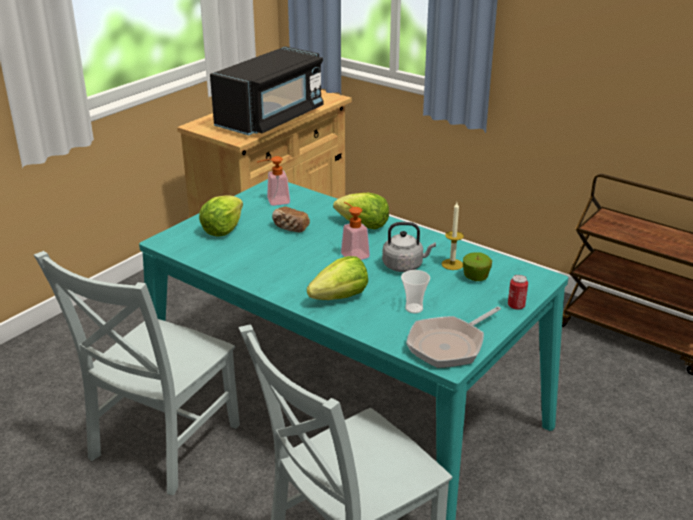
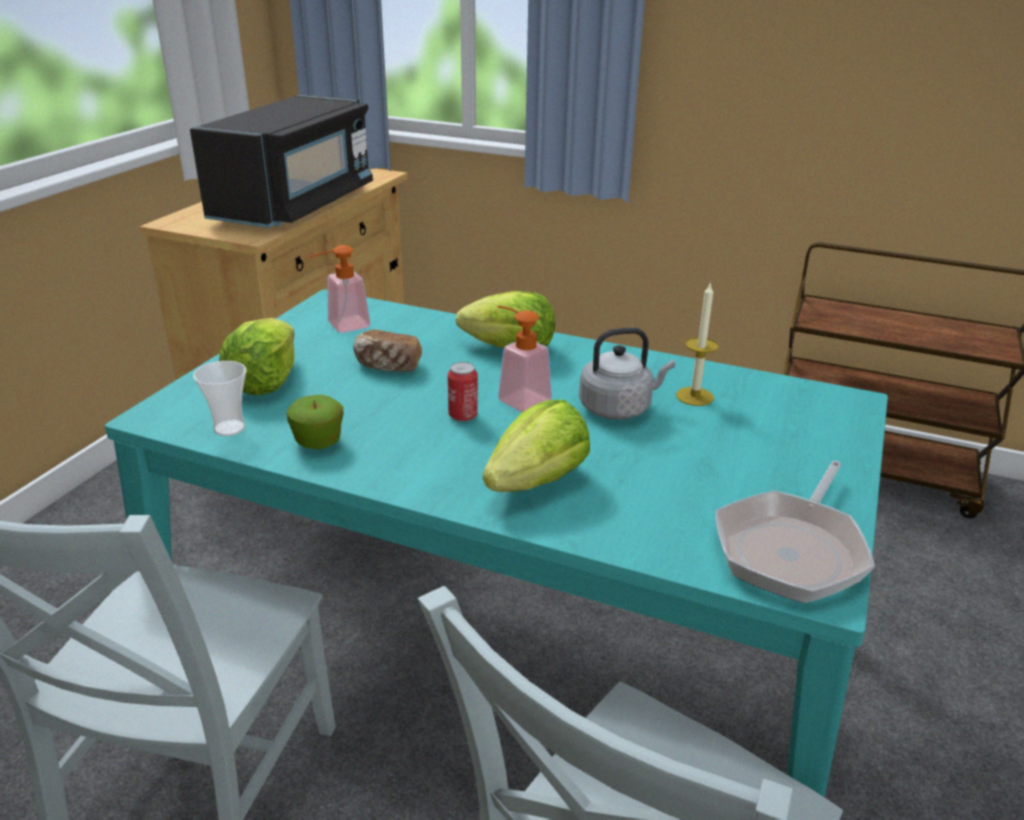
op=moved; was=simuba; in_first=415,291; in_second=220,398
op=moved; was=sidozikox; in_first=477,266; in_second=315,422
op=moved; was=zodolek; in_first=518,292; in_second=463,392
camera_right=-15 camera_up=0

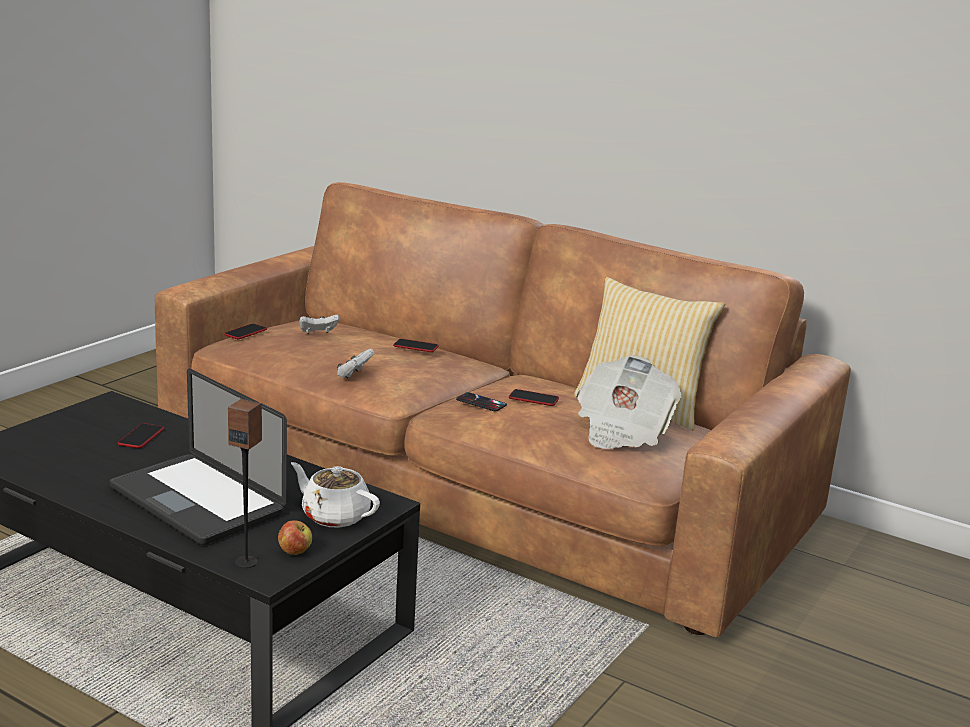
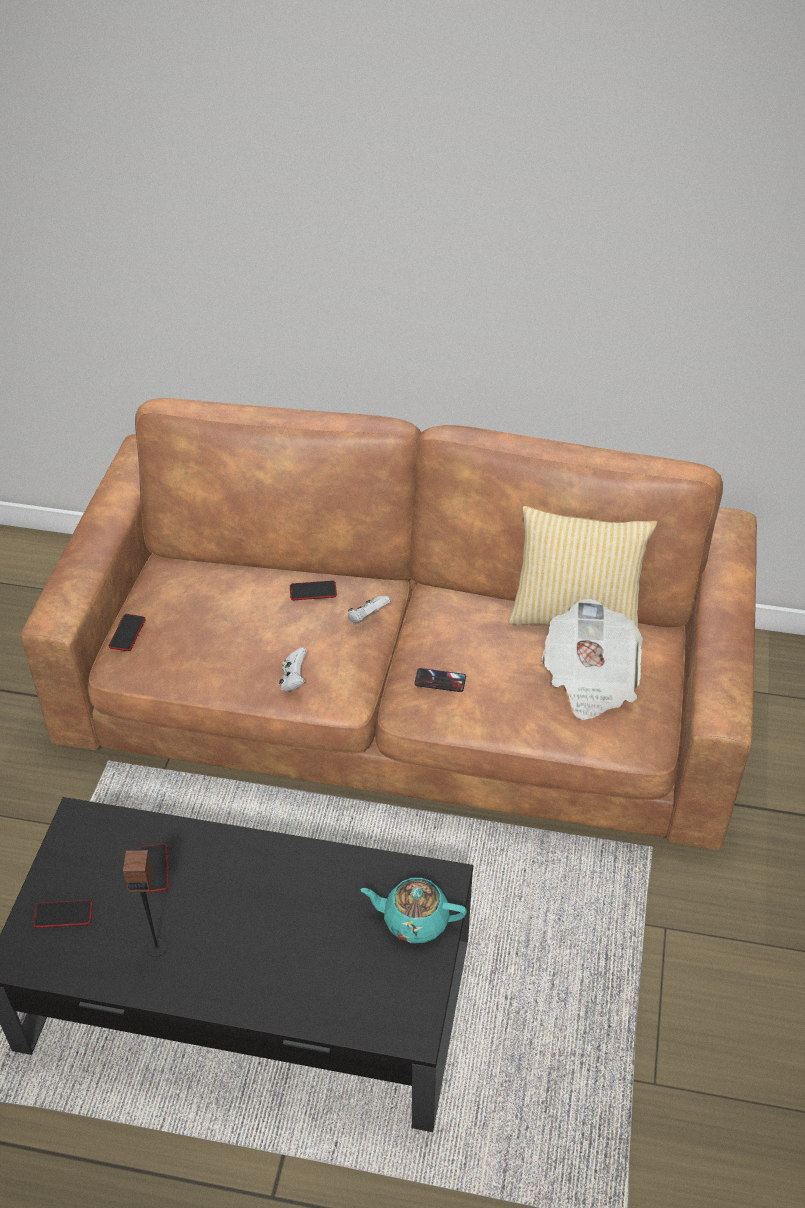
op=moved; was=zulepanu; in_first=534,397; in_second=63,914
op=moved; was=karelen; in_first=245,483; in_second=145,904
op=moved; was=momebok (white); in_first=319,324; in_second=369,609
op=recoloured; was=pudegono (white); now=pudegono (turquoise); in_first=335,495; in_second=413,910
op=removed; was=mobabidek; in_first=198,457
op=removed; was=sidozikox; in_first=295,537
camera_right=-20 camera_up=25

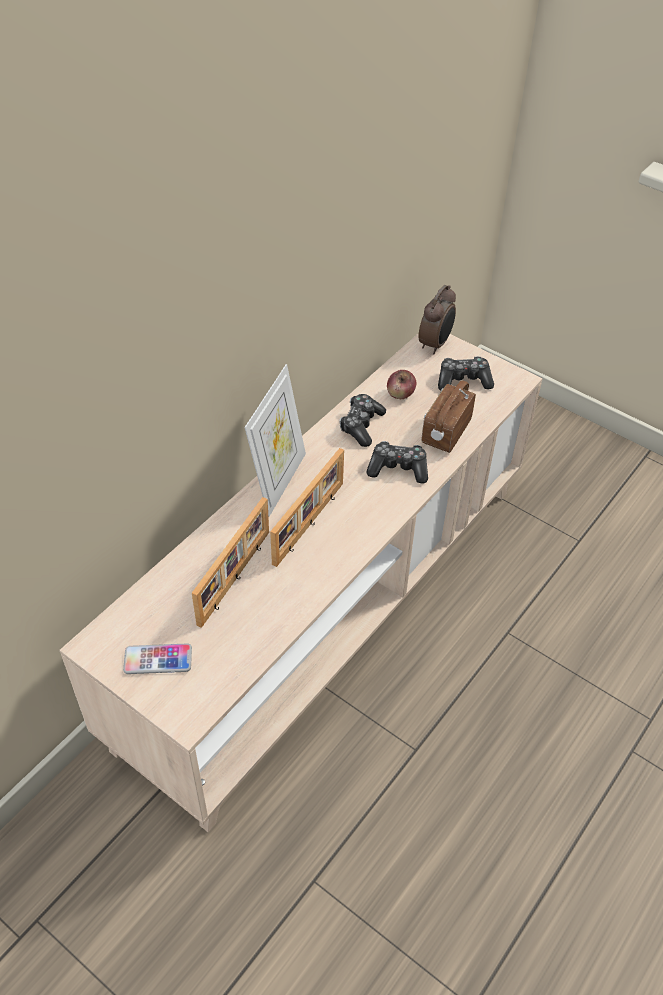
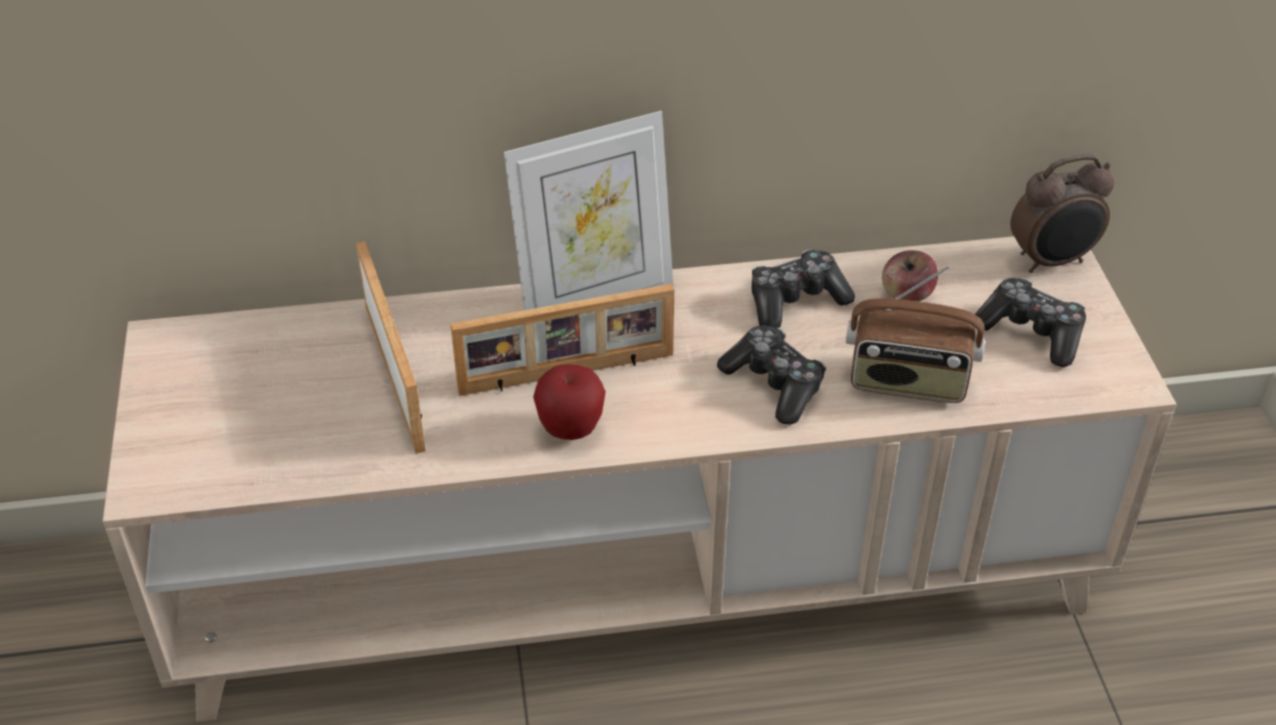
op=turned; was=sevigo; in_first=230,562; in_second=391,347; clockwise=-90
op=added; now=sidozikox; in_second=569,402
op=turned; was=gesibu; in_first=448,417; in_second=915,334; clockwise=-150
op=removed; was=zulepanu; in_first=157,659
camera_right=45 camera_up=-5

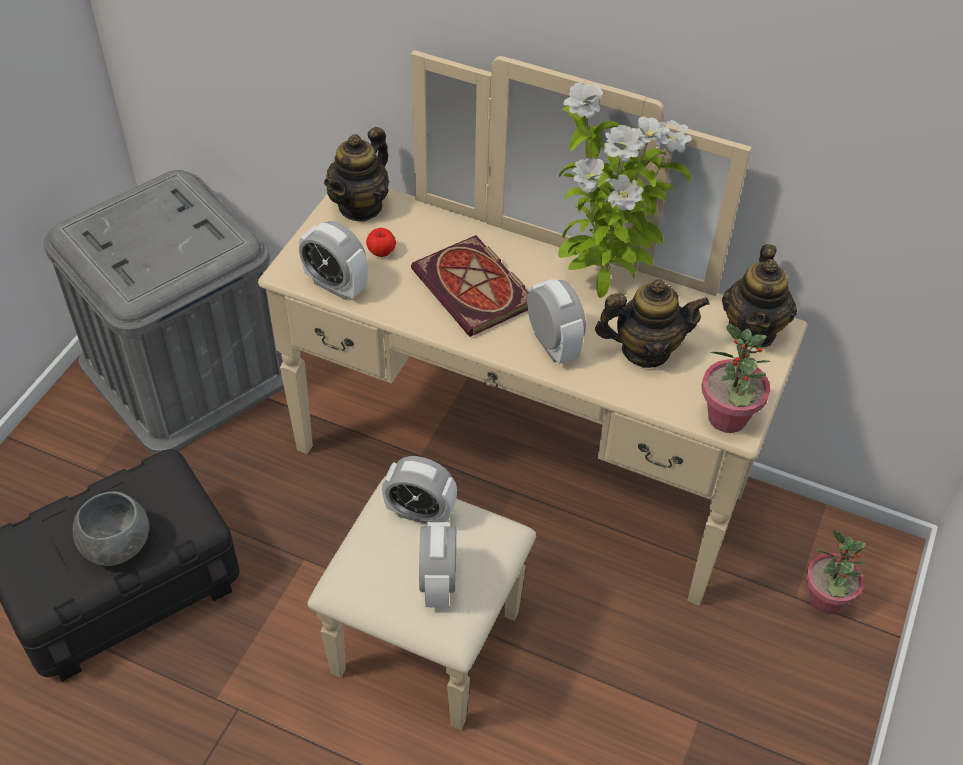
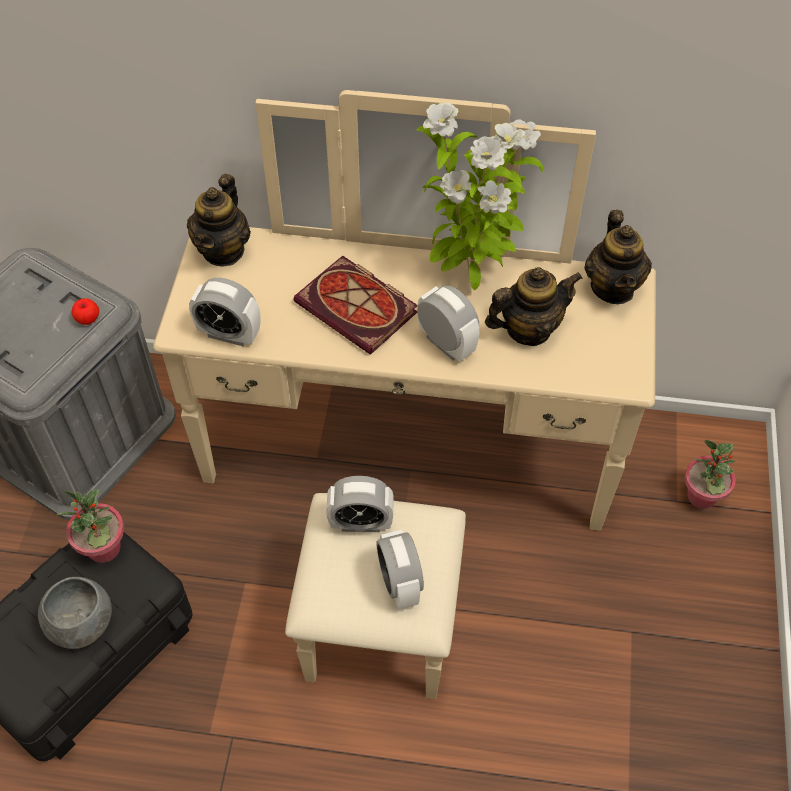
op=moved; was=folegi; in_first=736,378; in_second=90,526
op=moved; was=sidozikox; in_first=381,242; in_second=85,311
camera_right=-15 camera_up=5

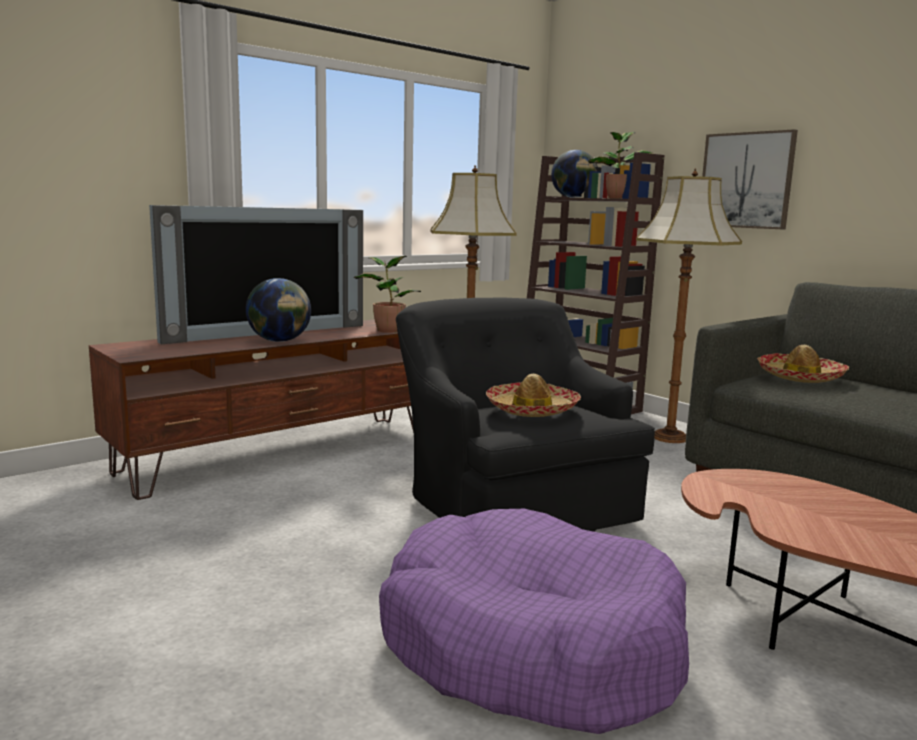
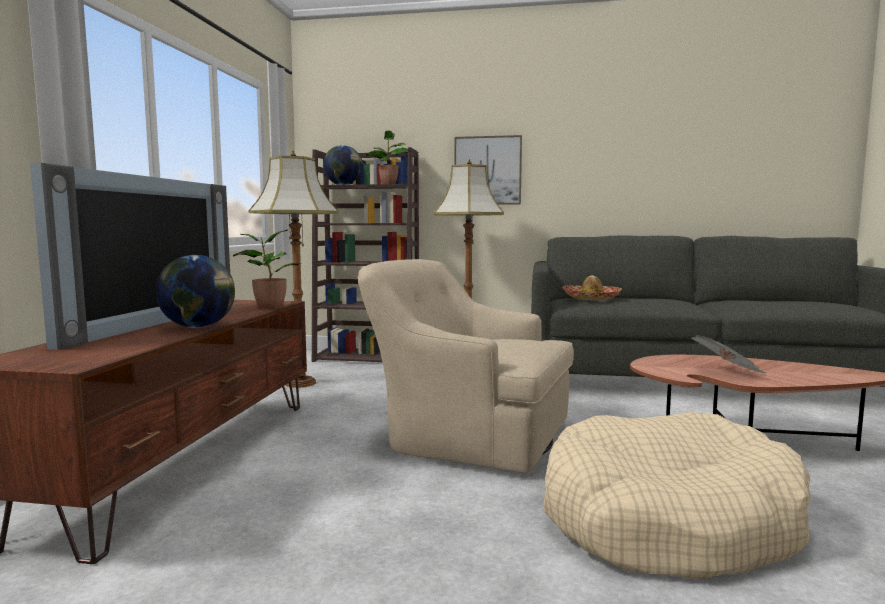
op=recoloured; was=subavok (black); now=subavok (beige); in_first=525,414; in_second=466,366
op=recoloured; was=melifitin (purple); now=melifitin (beige); in_first=534,621; in_second=676,496
op=added; now=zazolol; in_second=728,354
op=removed; was=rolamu; in_first=533,395
camera_right=-40 camera_up=-5

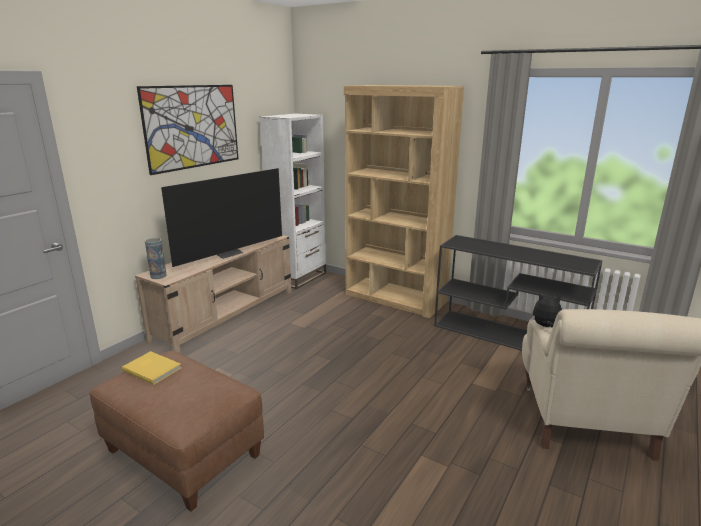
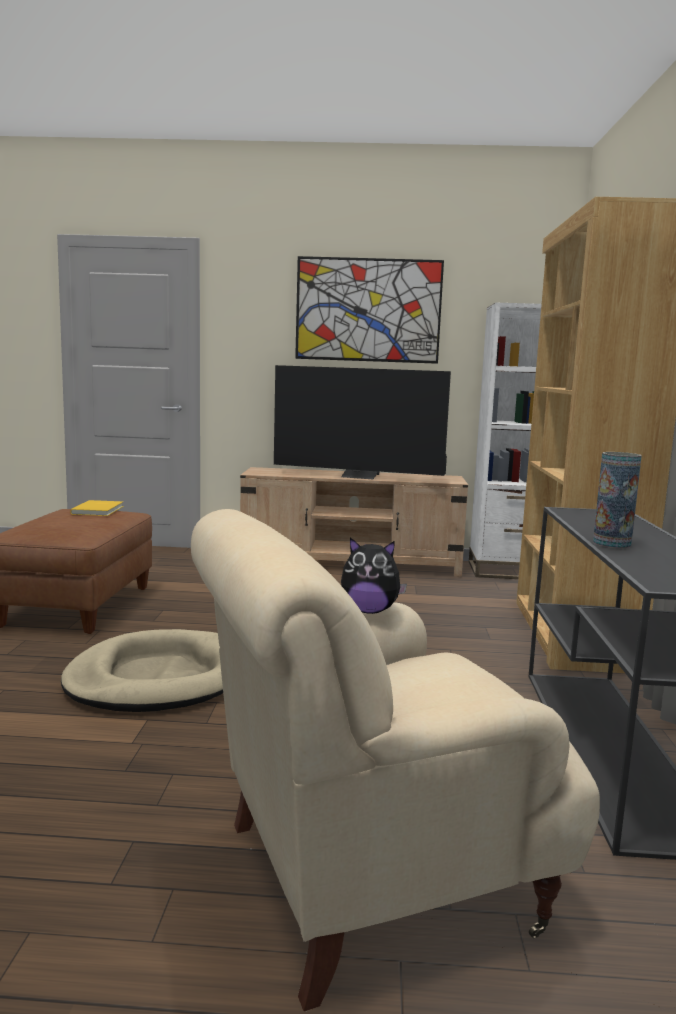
op=added; now=melifitin (beige); in_second=142,670
op=turned; was=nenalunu; in_first=547,310; in_second=374,576; clockwise=120
op=moved; was=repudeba; in_first=155,258; in_second=617,500
camera_right=60 camera_up=-10

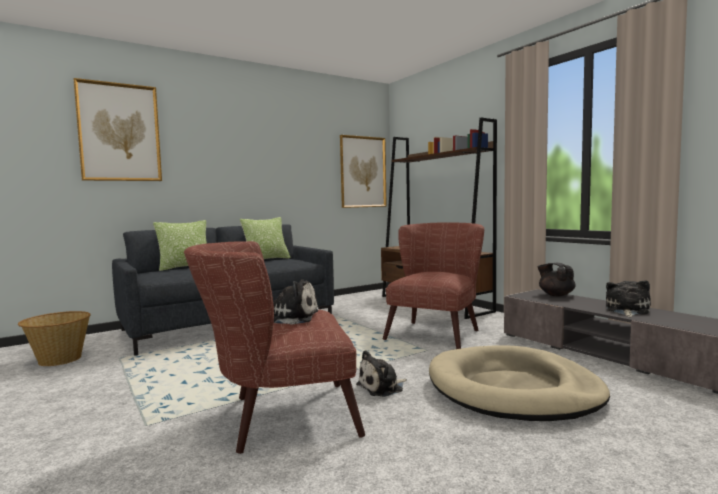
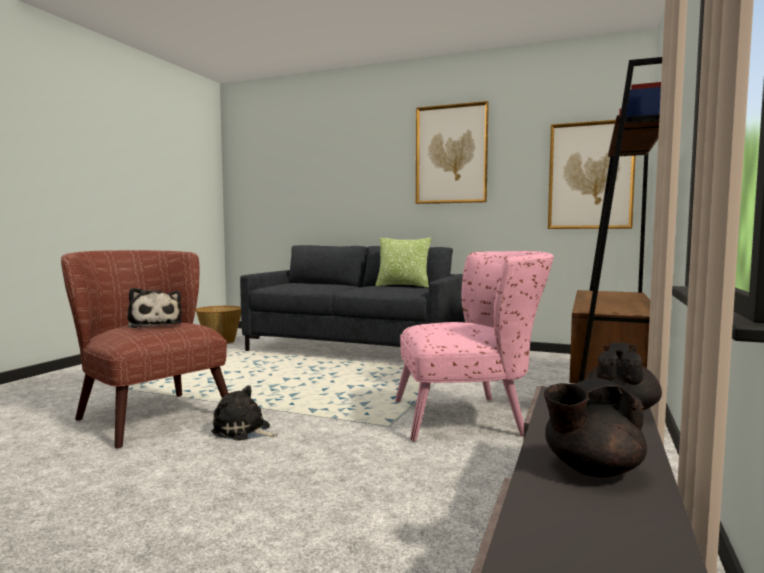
op=recoloured; was=subavok (brown); now=subavok (pink); in_first=433,286; in_second=474,346
op=moved; was=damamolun; in_first=118,129; in_second=452,152
op=replaced; was=nenalunu; now=pudegono (black); in_first=628,298; in_second=595,427
op=removed; was=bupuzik; in_first=180,245
op=removed; was=melifitin (beige); in_first=519,383
camera_right=55 camera_up=0

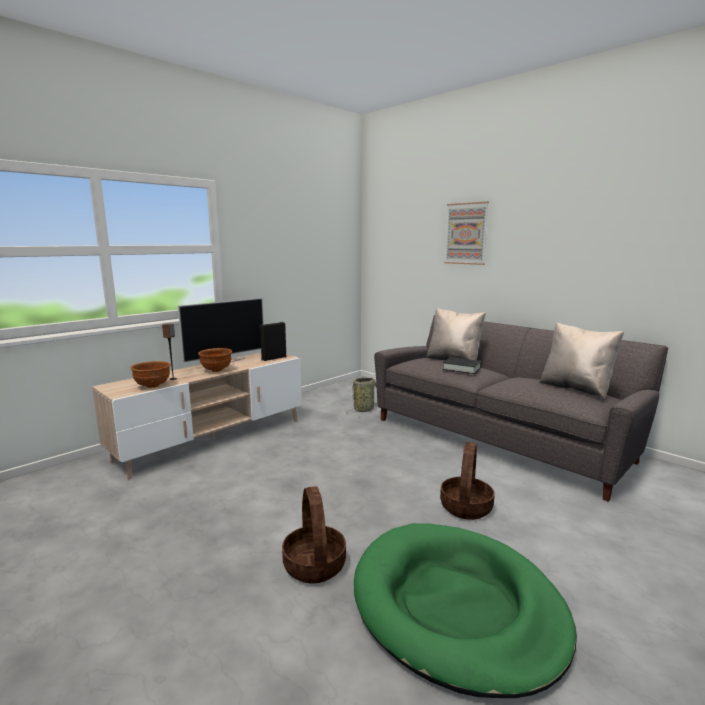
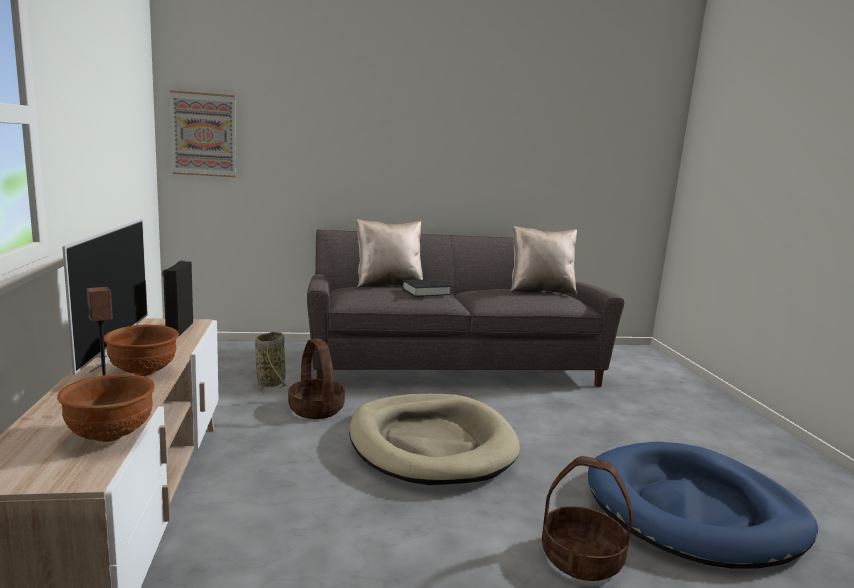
op=moved; was=damamolun; in_first=466,233; in_second=203,133
op=moved; was=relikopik; in_first=467,481; in_second=316,379
op=added; now=melifitin (beige); in_second=434,439
op=recoloured; was=melifitin (green); now=melifitin (blue); in_first=465,610; in_second=703,505
camera_right=-55 camera_up=0

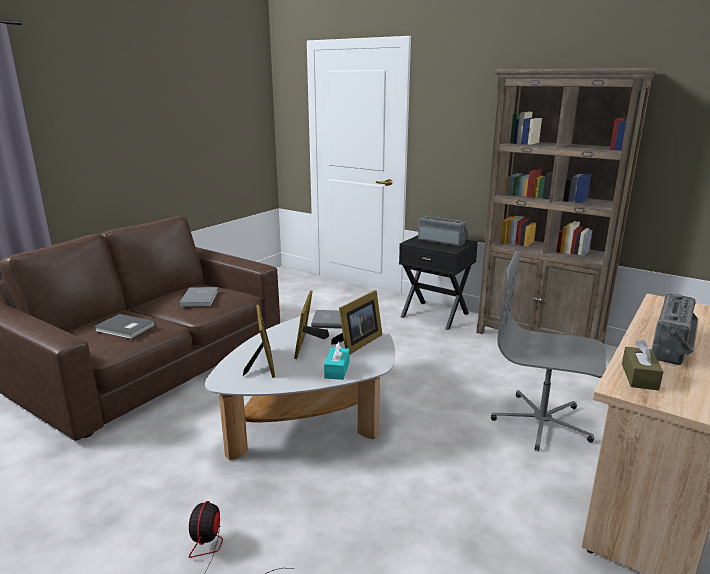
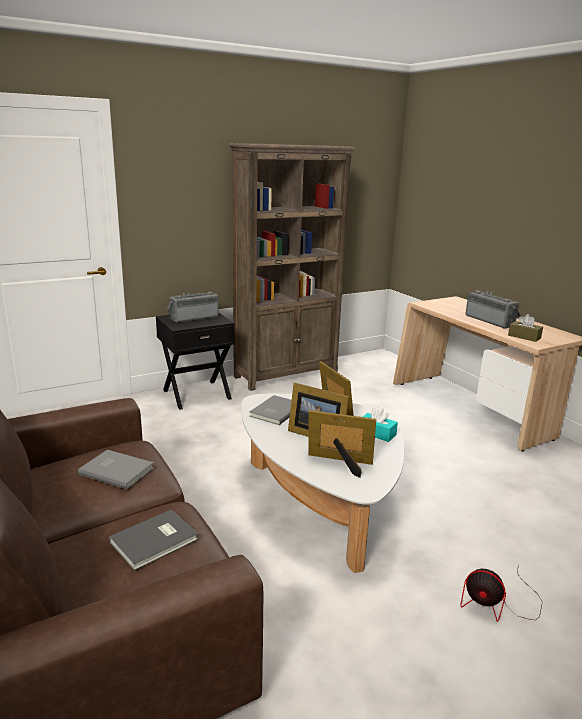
op=removed; was=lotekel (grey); in_first=548,351
camera_right=-65 camera_up=0

